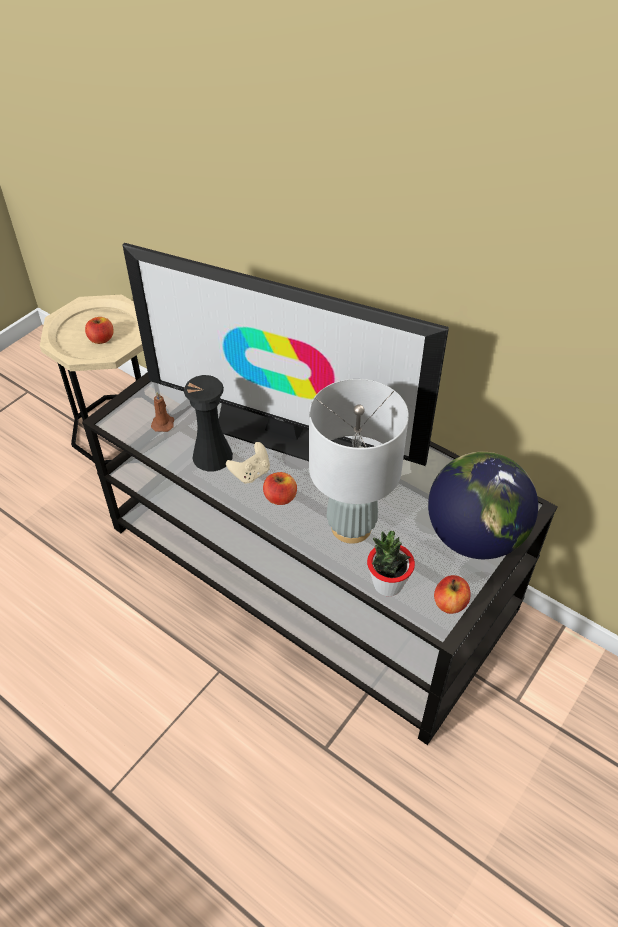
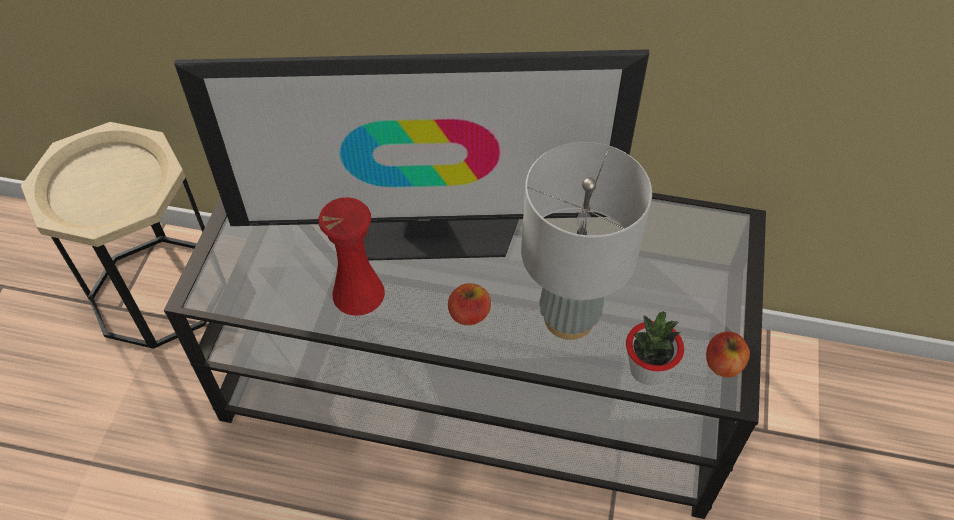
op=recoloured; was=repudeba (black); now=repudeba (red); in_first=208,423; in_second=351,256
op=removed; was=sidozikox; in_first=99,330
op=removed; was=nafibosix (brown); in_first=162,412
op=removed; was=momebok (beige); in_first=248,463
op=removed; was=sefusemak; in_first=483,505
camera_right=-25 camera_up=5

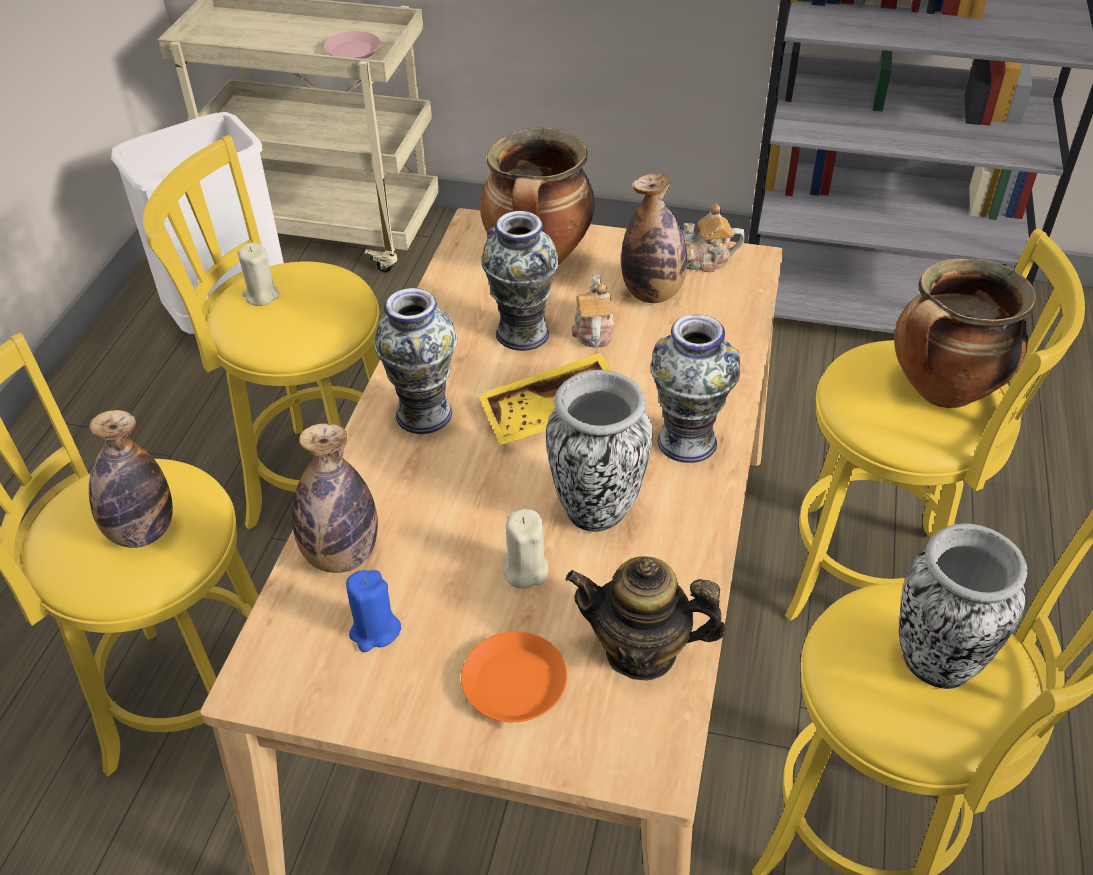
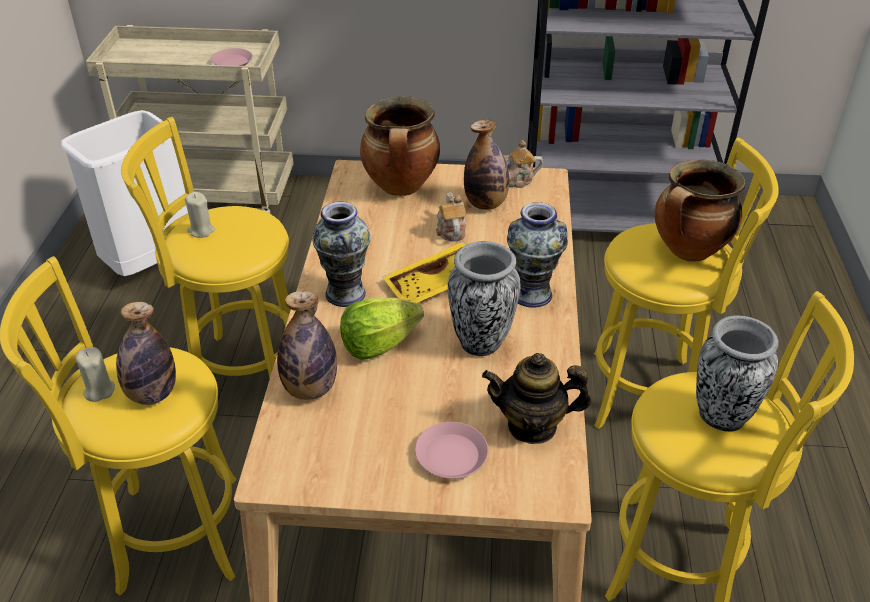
op=moved; was=nafibosix (beige); in_first=525,549; in_second=95,374
op=added; now=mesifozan; in_second=382,329
op=recoloured; was=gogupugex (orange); now=gogupugex (pink); in_first=514,676; in_second=451,450
op=removed; was=nafibosix (blue); in_first=373,611
op=removed; was=repudeba; in_first=519,281
camera_right=-10 camera_up=-5

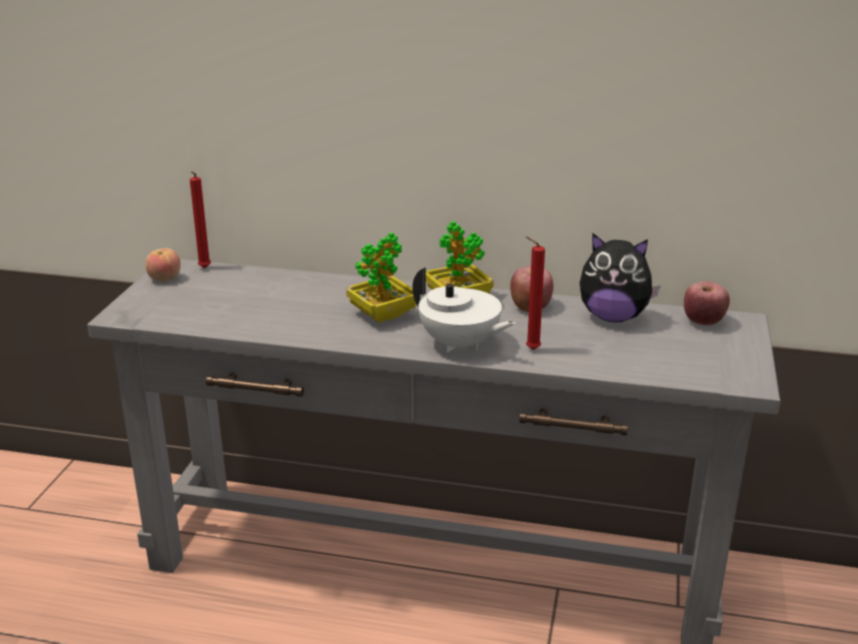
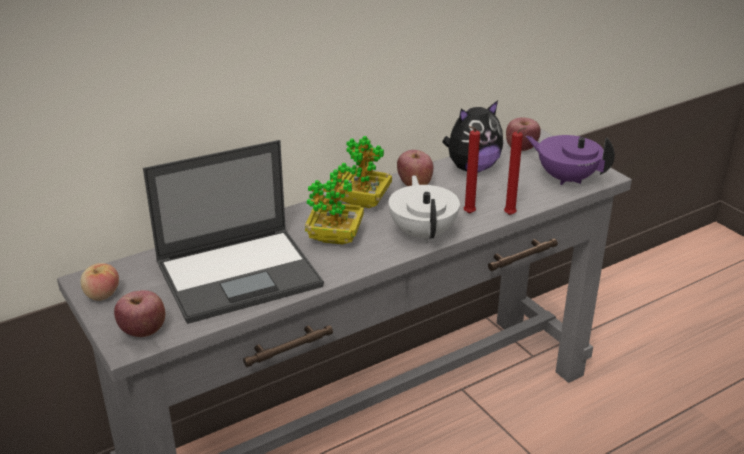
op=added; now=sidozikox; in_second=139,313
op=added; now=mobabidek; in_second=233,232
op=turned; was=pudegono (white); in_first=464,310; in_second=424,209; clockwise=-90
op=moved; was=nafibosix (red); in_first=200,219; in_second=515,171
op=added; now=pudegono (purple); in_second=570,160
camera_right=-45 camera_up=5

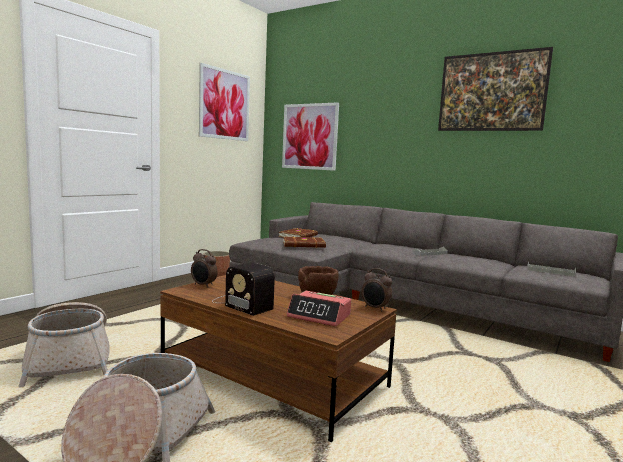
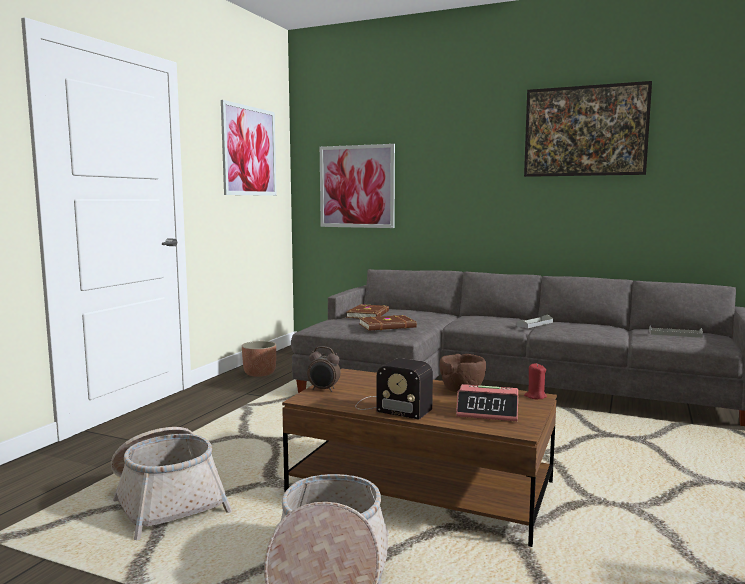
op=replaced; was=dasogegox; now=nafibosix (red); in_first=376,289; in_second=535,381
camera_right=-10 camera_up=0

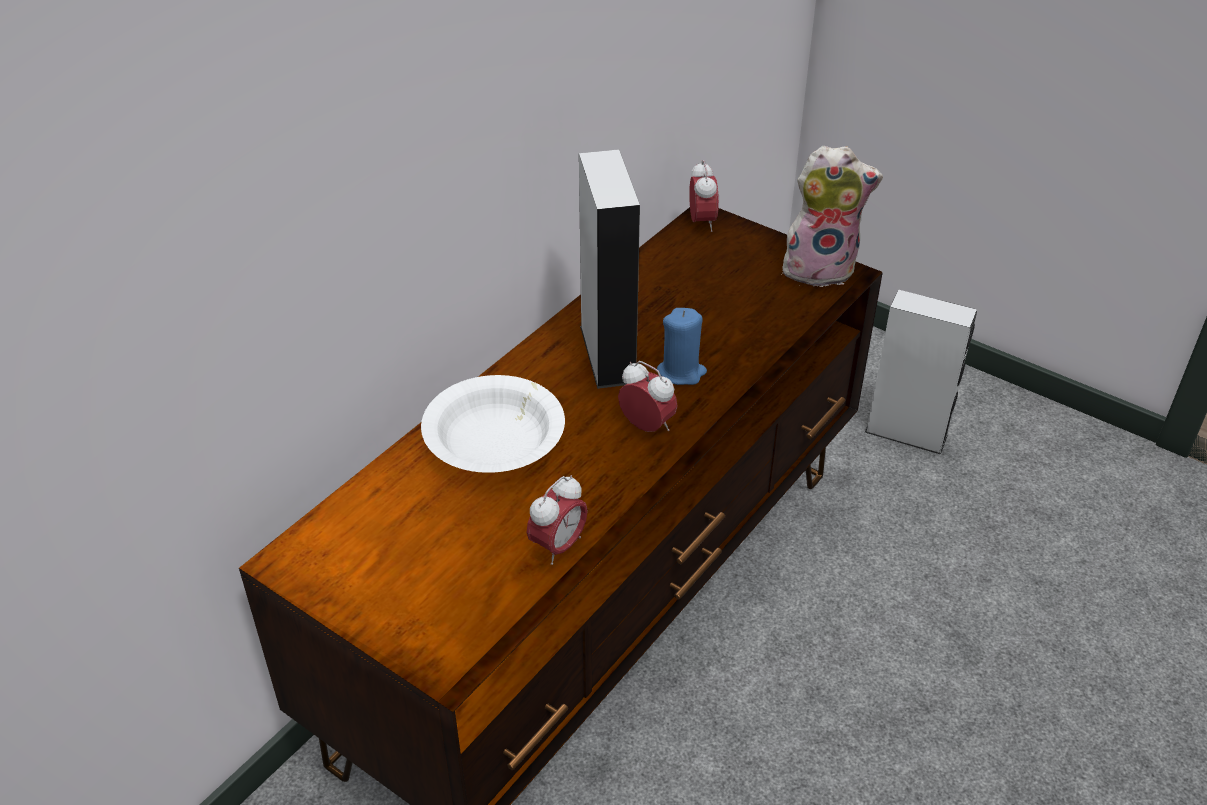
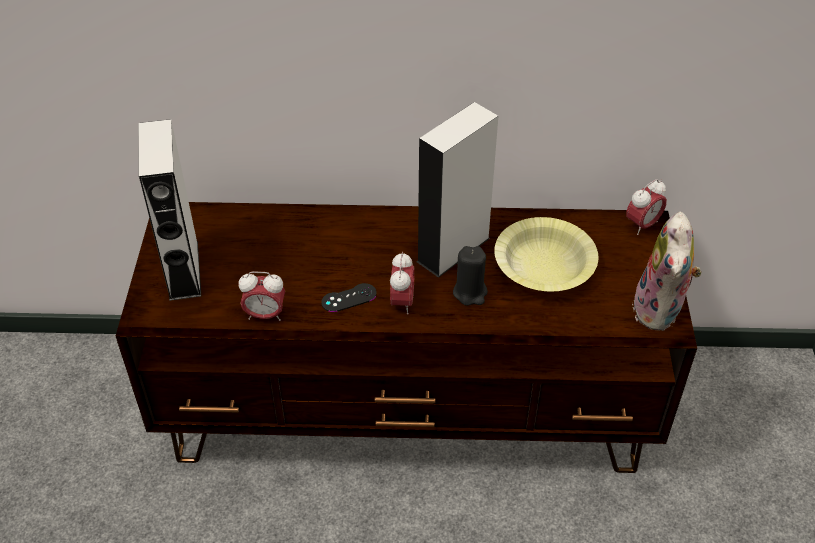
op=moved; was=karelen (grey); in_first=921,372; in_second=169,210
op=added; now=momebok (black); in_second=349,297
op=recoloured; was=nafibosix (blue); now=nafibosix (black); in_first=682,346; in_second=470,276
op=added; now=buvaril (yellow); in_second=546,254
op=turned; was=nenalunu; in_first=833,216; in_second=667,271; clockwise=45
op=removed; was=buvaril (white); in_first=493,424
camera_right=55 camera_up=5

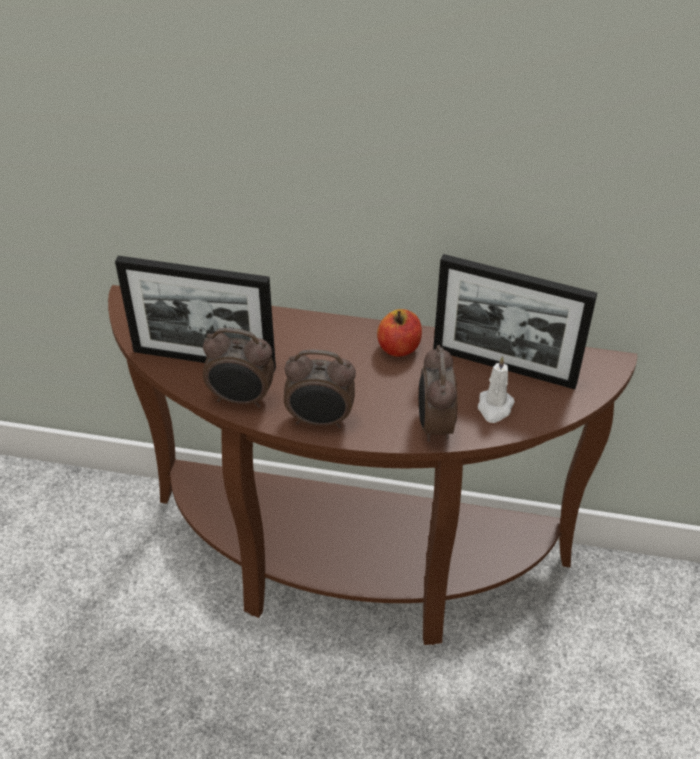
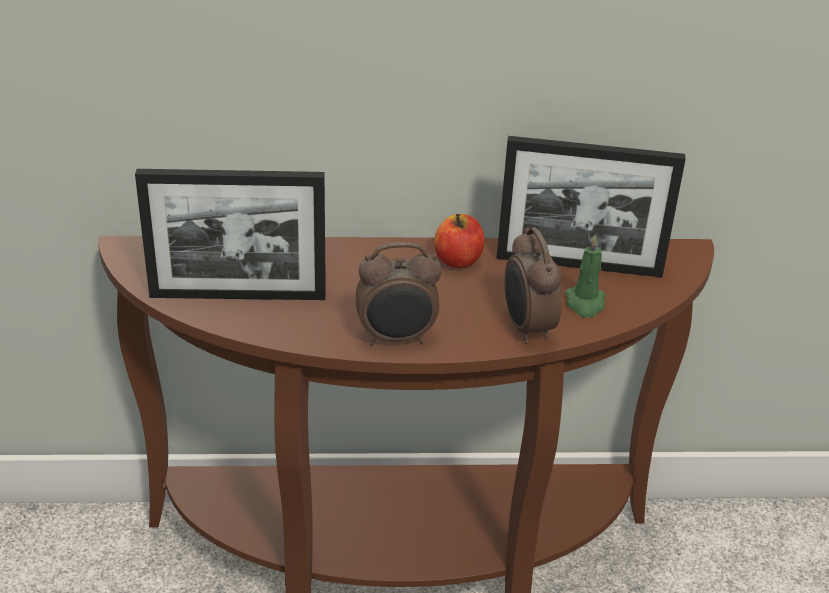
op=recoloured; was=nafibosix (white); now=nafibosix (green); in_first=496,389; in_second=585,277
op=removed; was=dasogegox; in_first=238,368
camera_right=-15 camera_up=-10

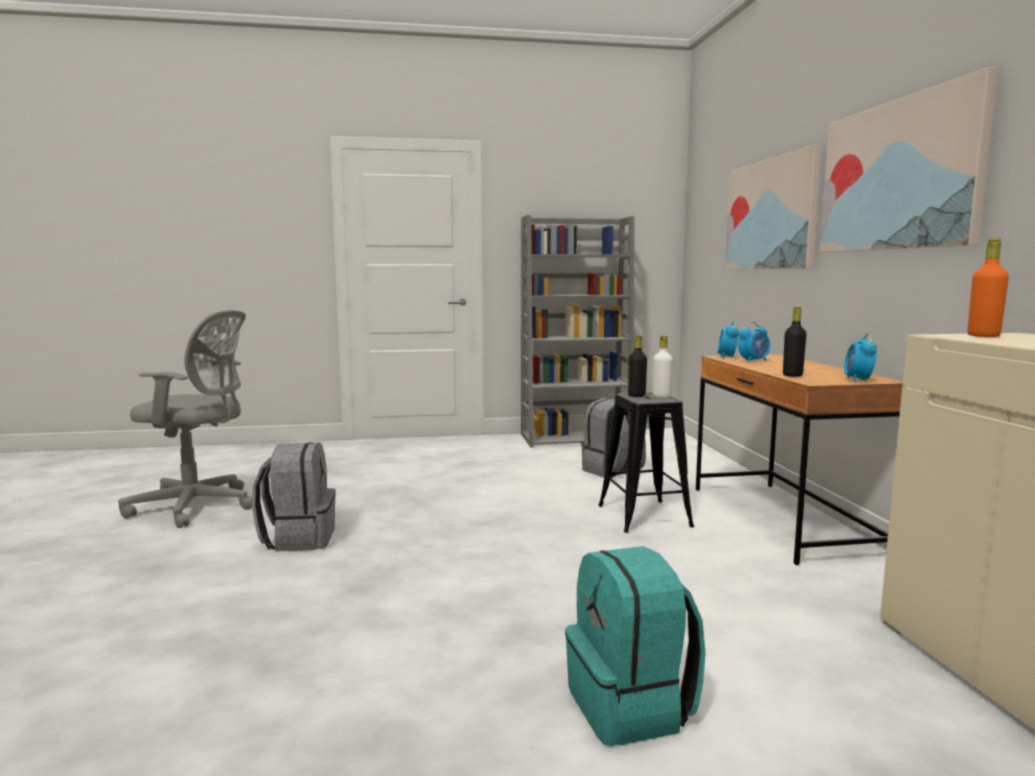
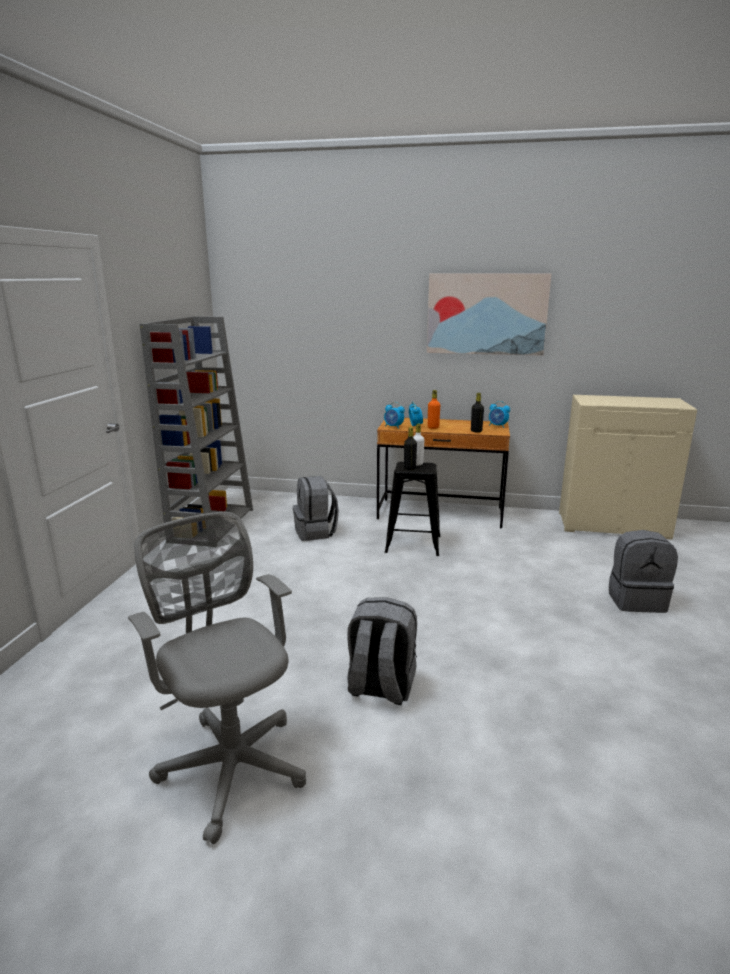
op=turned; was=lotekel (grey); in_first=185,419; in_second=217,678; clockwise=-60
op=moved; was=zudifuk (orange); in_first=988,287; in_second=434,409
op=recoloured; was=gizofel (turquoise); now=gizofel (grey); in_first=635,646; in_second=643,571
op=removed; was=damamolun; in_first=773,207
camera_right=-70 camera_up=10

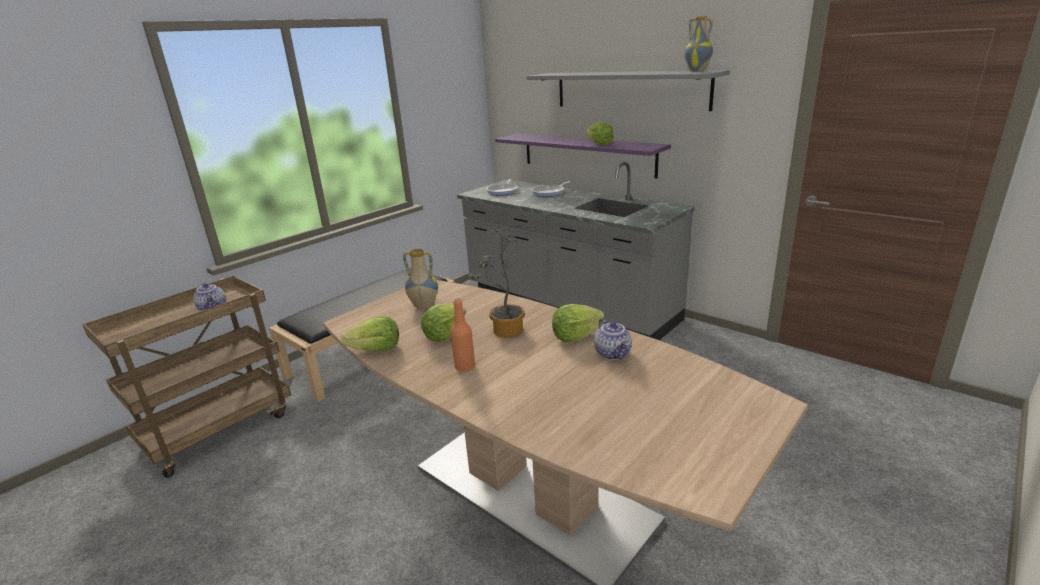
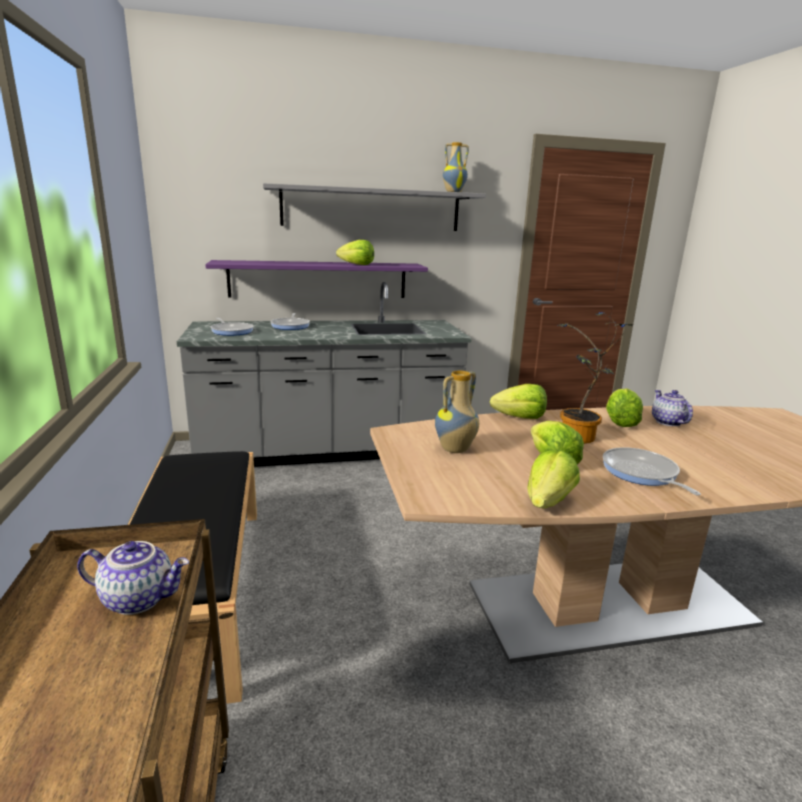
op=added; now=mesifozan; in_second=518,401
op=replaced; was=zudifuk (orange); now=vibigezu; in_first=463,335; in_second=652,471
op=turned; was=pudegono; in_first=613,339; in_second=672,408; clockwise=-120
camera_right=-55 camera_up=-5

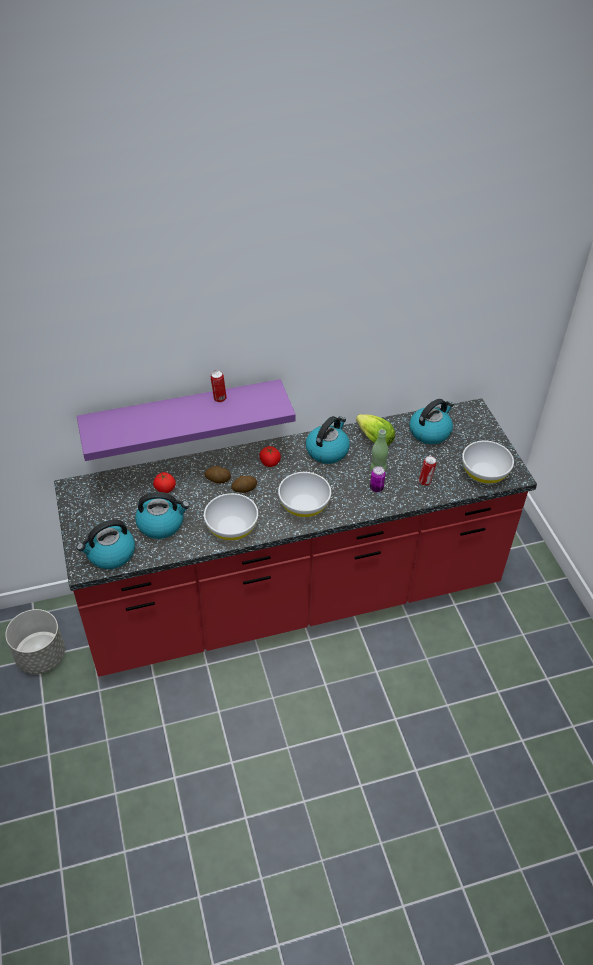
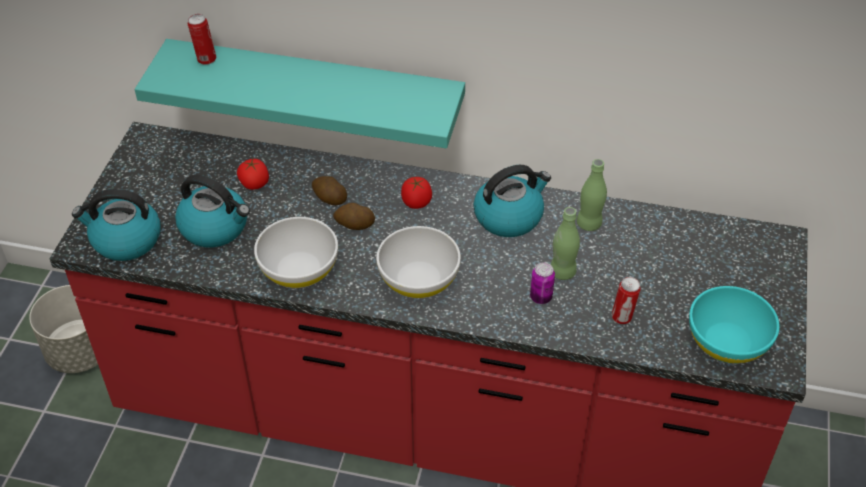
op=recoloured; was=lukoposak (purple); now=lukoposak (turquoise); in_first=186,420; in_second=300,93
op=moved; was=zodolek; in_first=219,386; in_second=202,39
op=replaced; was=mesifozan; now=zudifuk (green); in_first=375,430; in_second=592,195
op=recoloured; was=buvaril (white); now=buvaril (turquoise); in_first=488,462; in_second=734,325
op=removed; was=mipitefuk; in_first=431,421
camera_right=30 camera_up=0

